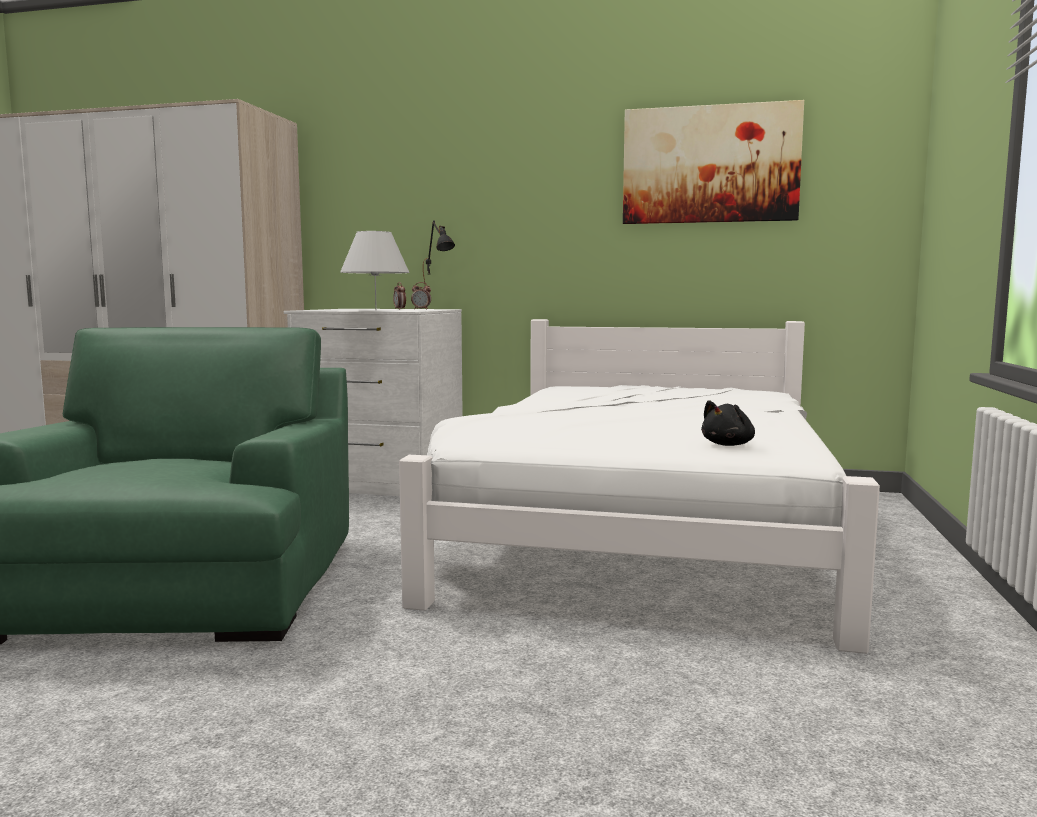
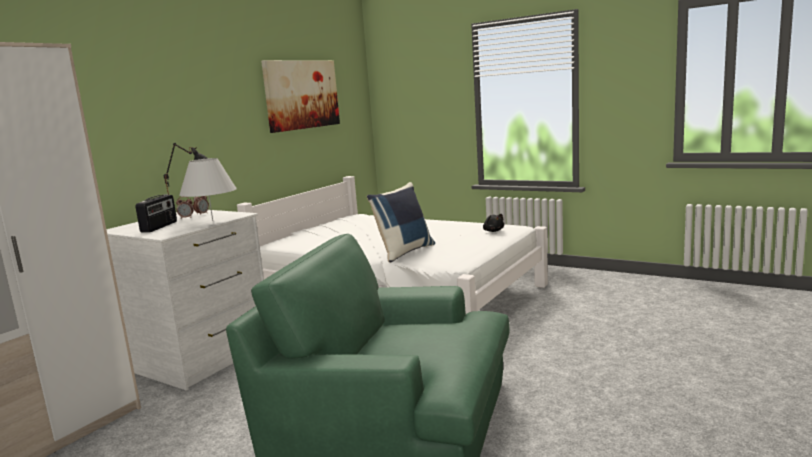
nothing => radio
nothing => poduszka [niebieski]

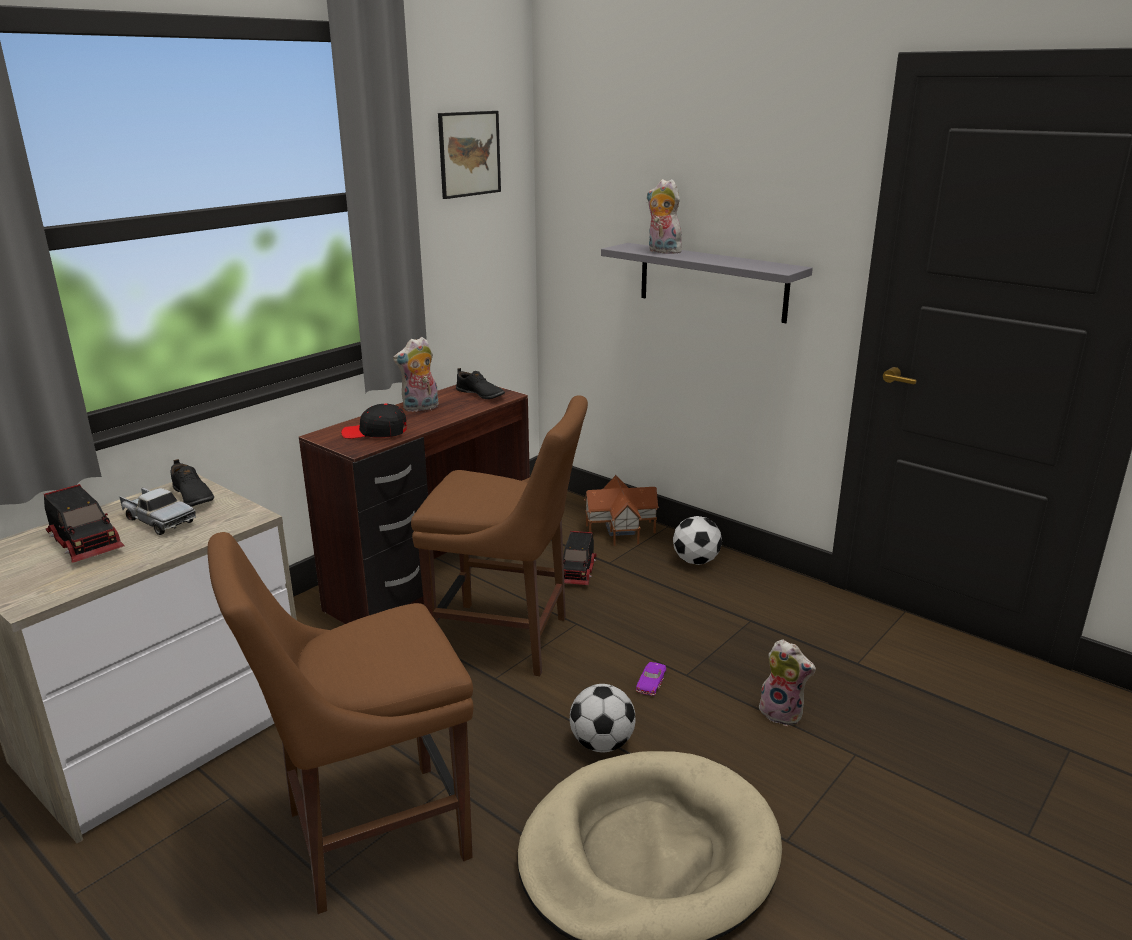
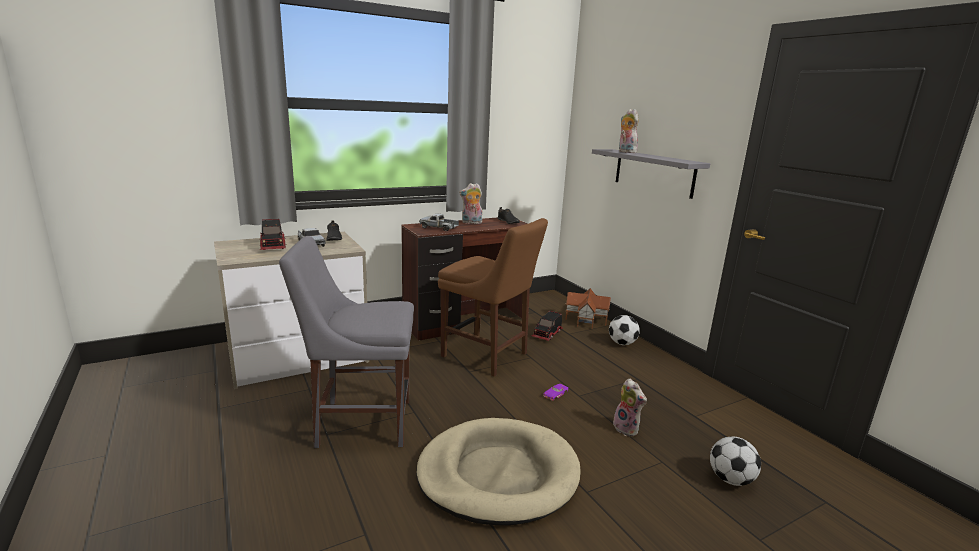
krzesło [brązowy] (1st from left) => krzesło [szary]
czapka z daszkiem [czarny] => ciężarówka zabawkowa (3rd from left)
piłka futbolowa (1st from left in the first image) => piłka futbolowa (2nd from left), moved
obraz => nothing

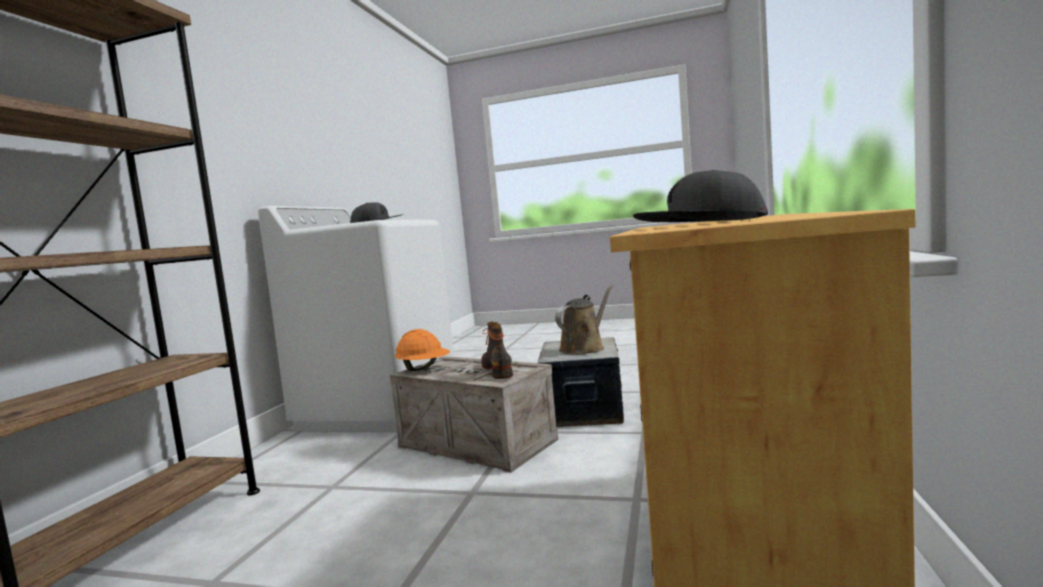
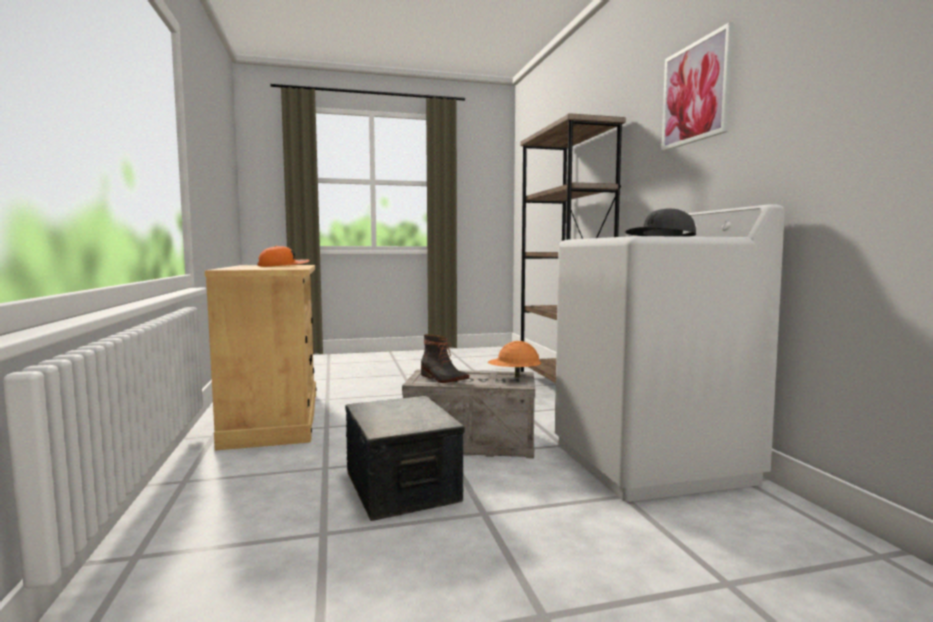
czapka z daszkiem [szary] (2nd from left) => czapka z daszkiem [pomarańczowy]
nothing => obraz
konewka [brązowy] => nothing

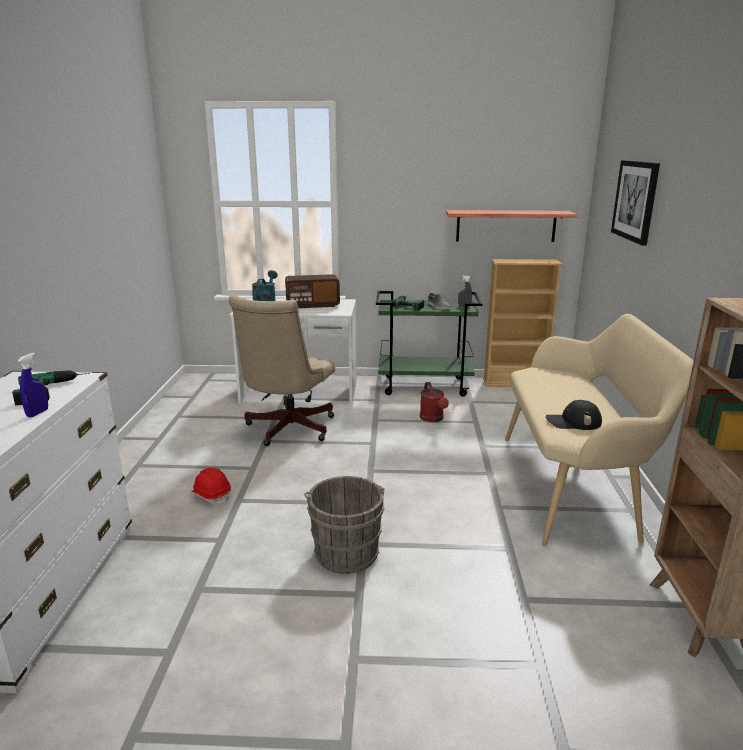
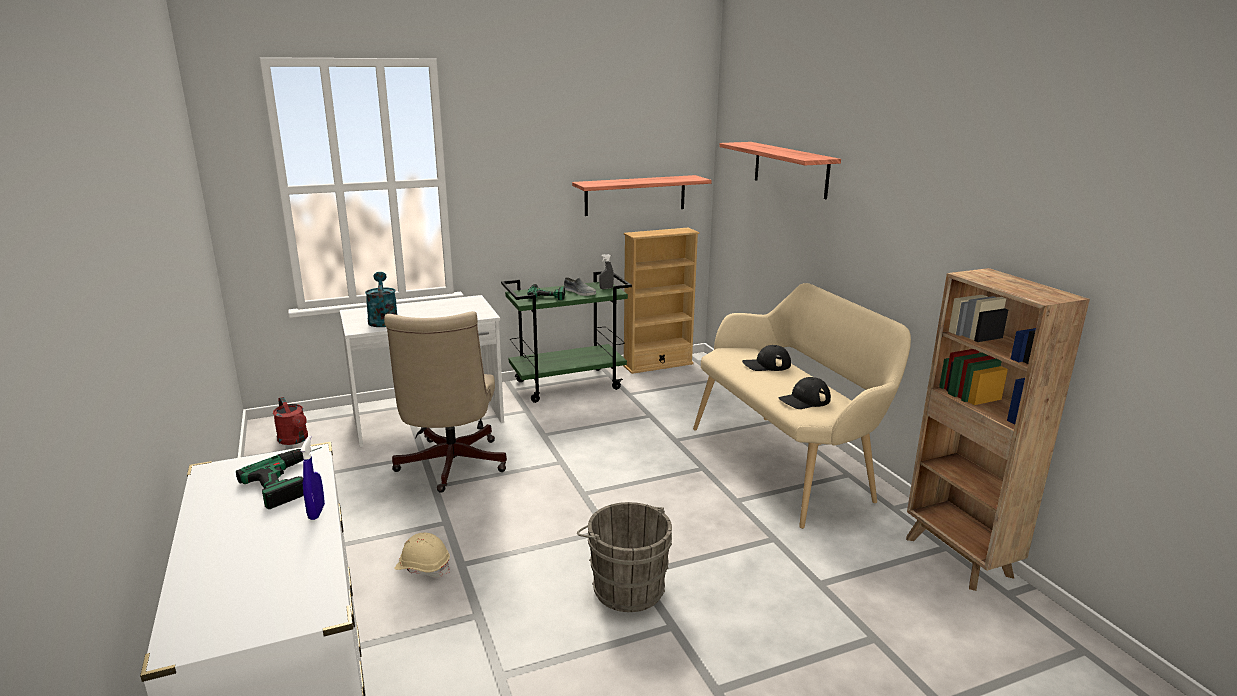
konewka [czerwony], moved
kask [czerwony] => kask [beżowy]
obraz => półka (2nd from left)
nothing => czapka z daszkiem [czarny] (1st from left)
radio => nothing

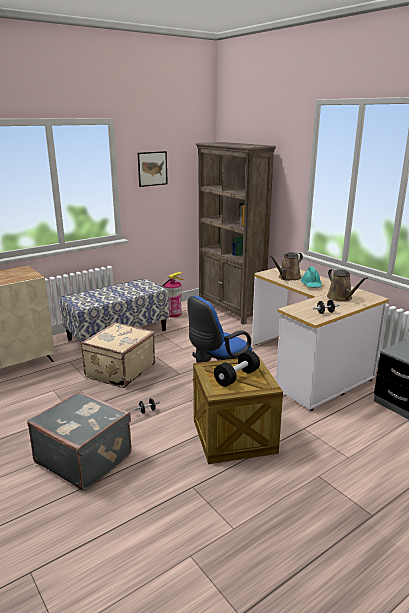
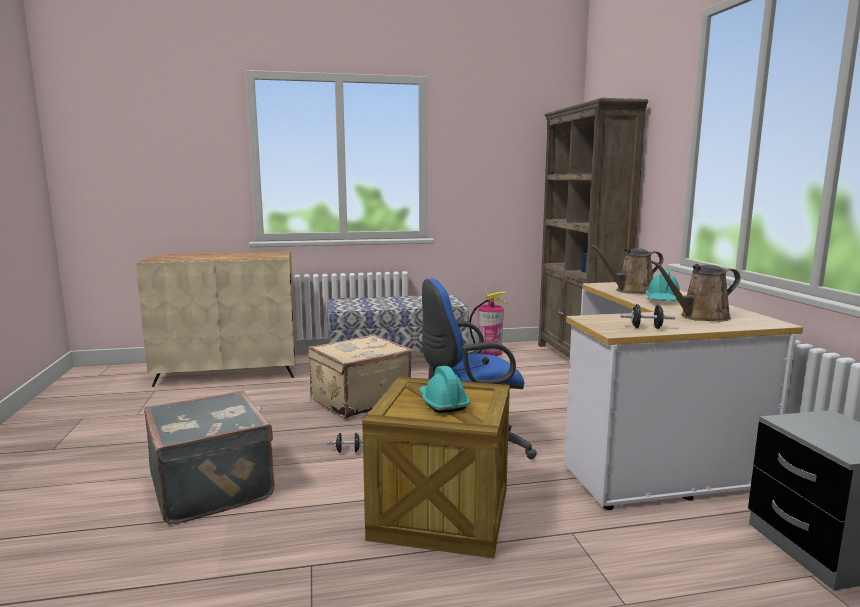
hantel [czarny] (2nd from left) => kask [turkusowy] (1st from left)
konewka [brązowy] (2nd from left), 75 degrees clockwise
obraz => nothing

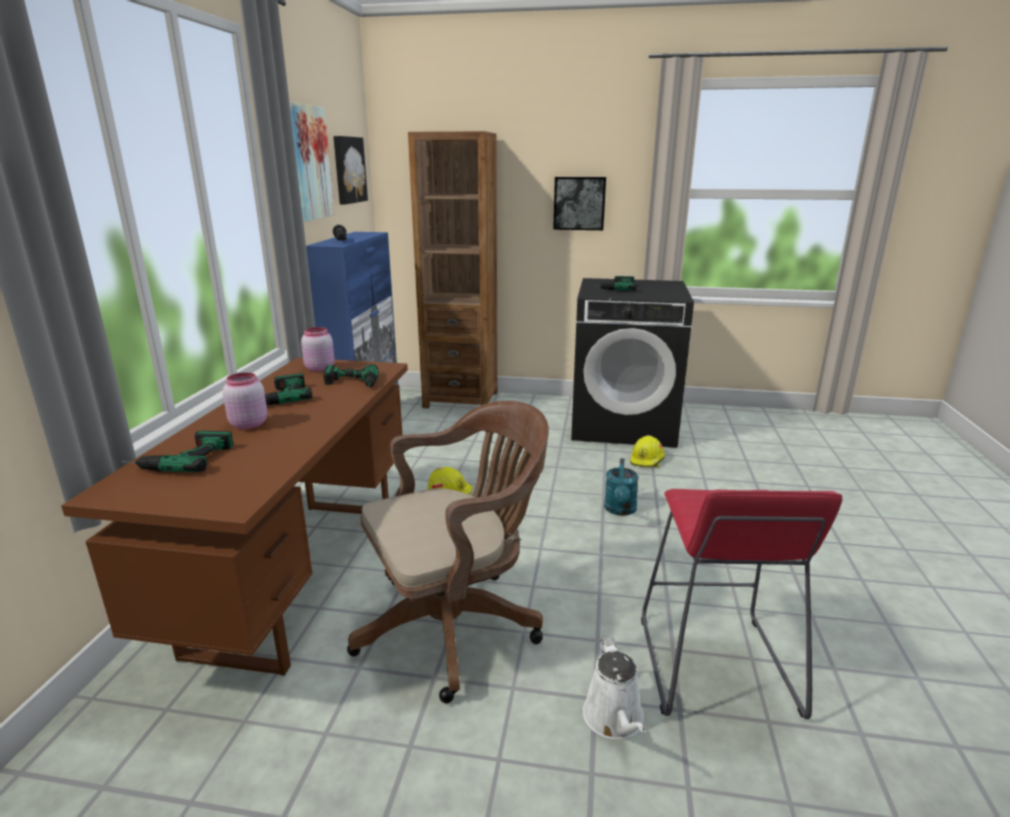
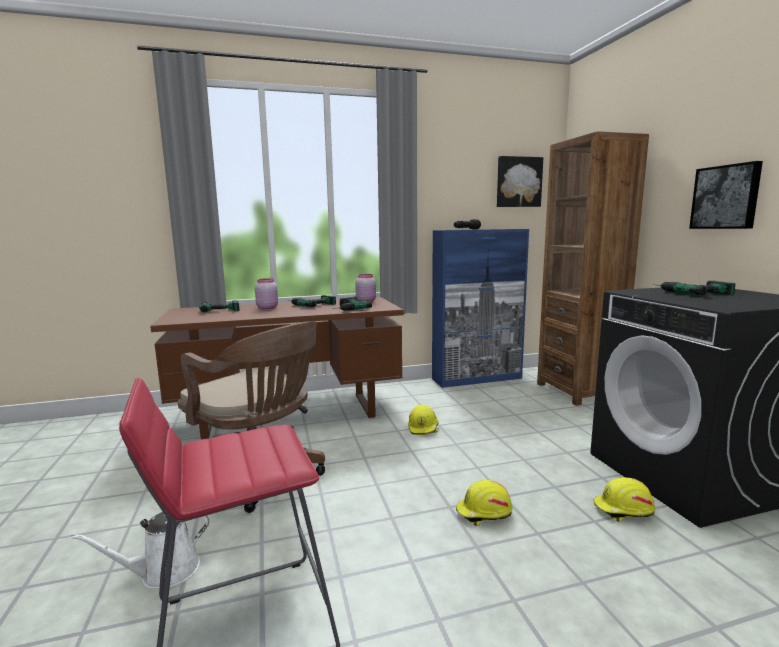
konewka [turkusowy] => kask [żółty] (2nd from left)
obraz (1st from left) => nothing

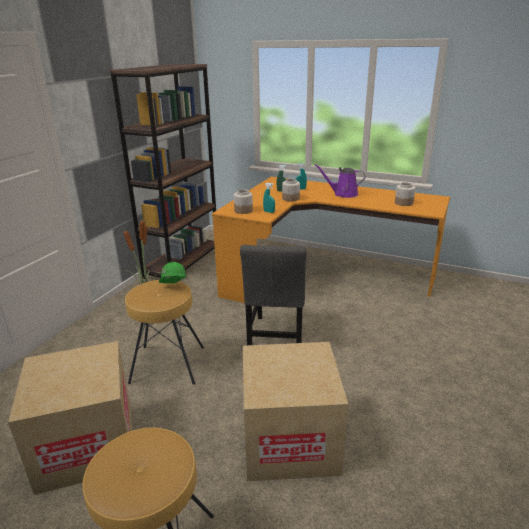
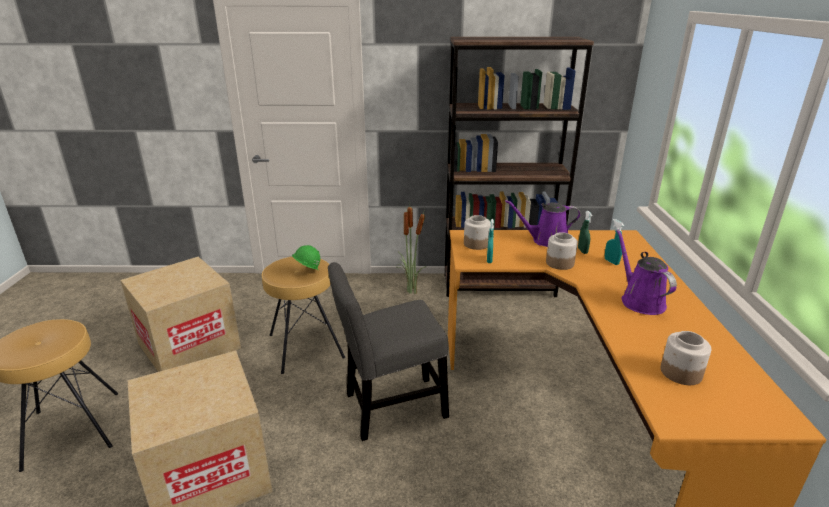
nothing => konewka [fioletowy] (1st from left)

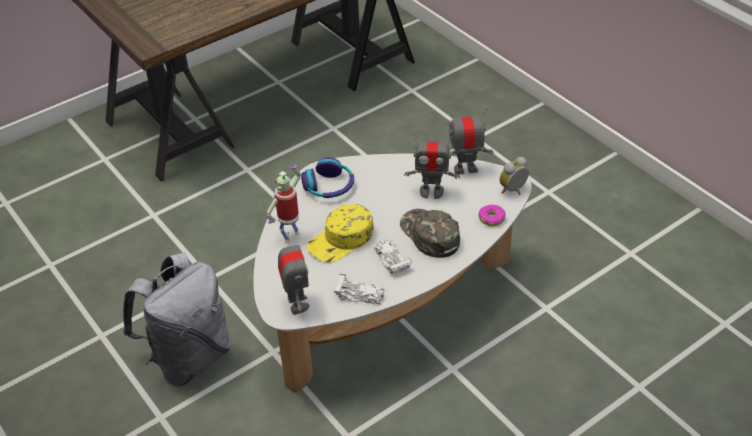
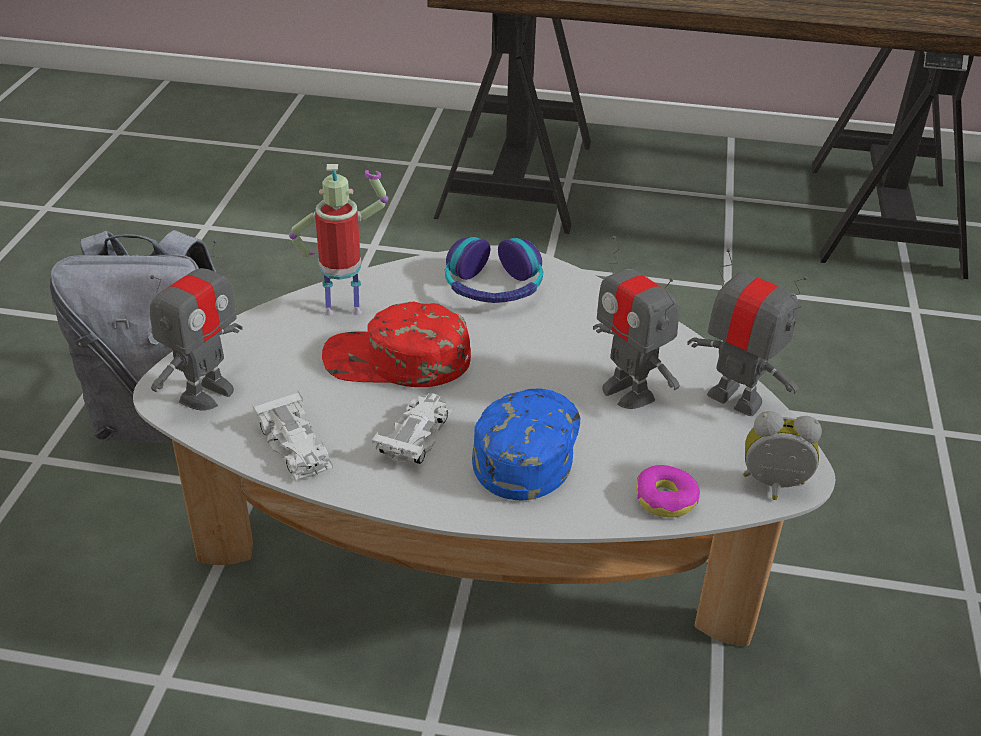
czapka z daszkiem [żółty] => czapka z daszkiem [czerwony]
czapka z daszkiem [zielony] => czapka z daszkiem [niebieski]

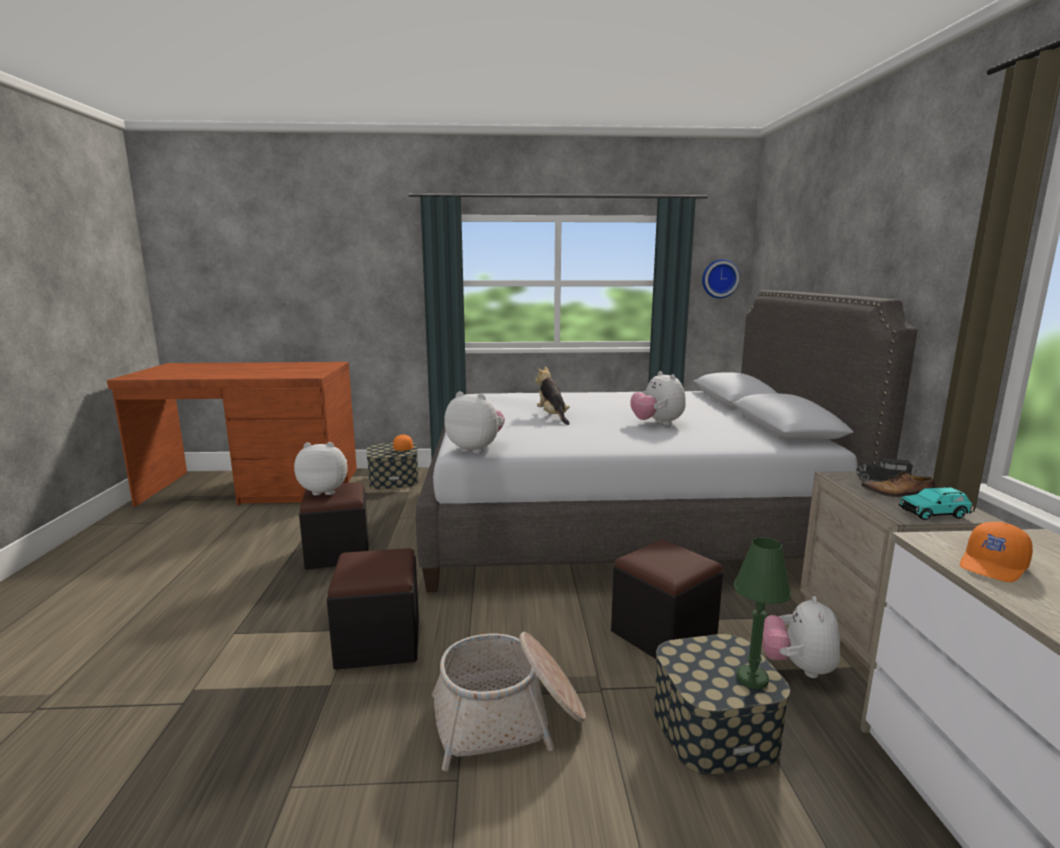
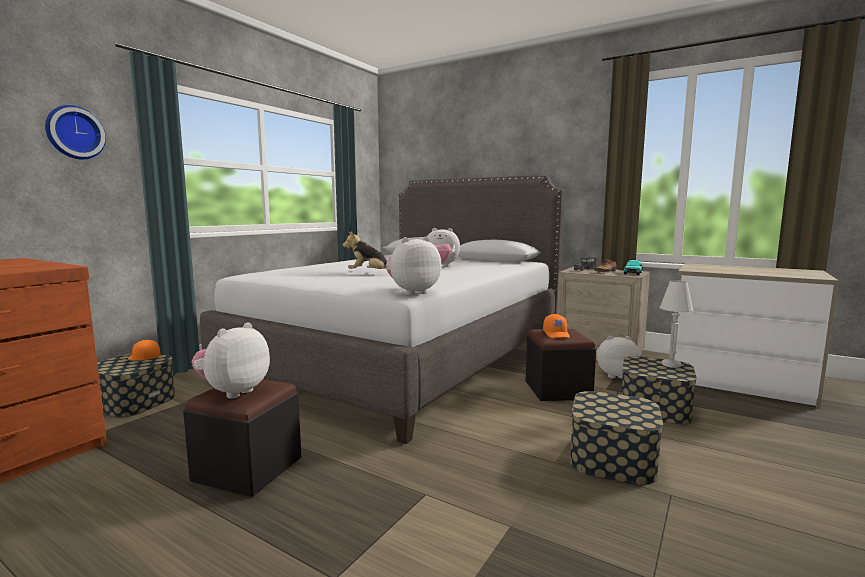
zegar ścienny, moved
czapka z daszkiem [pomarańczowy] (2nd from left), moved
koszyk => pojemnik do przechowywania (2nd from left)
pluszak (5th from left), 135 degrees clockwise
lampa stołowa [zielony] => lampa stołowa [biały]
pufa [czarny] (2nd from left) => nothing

